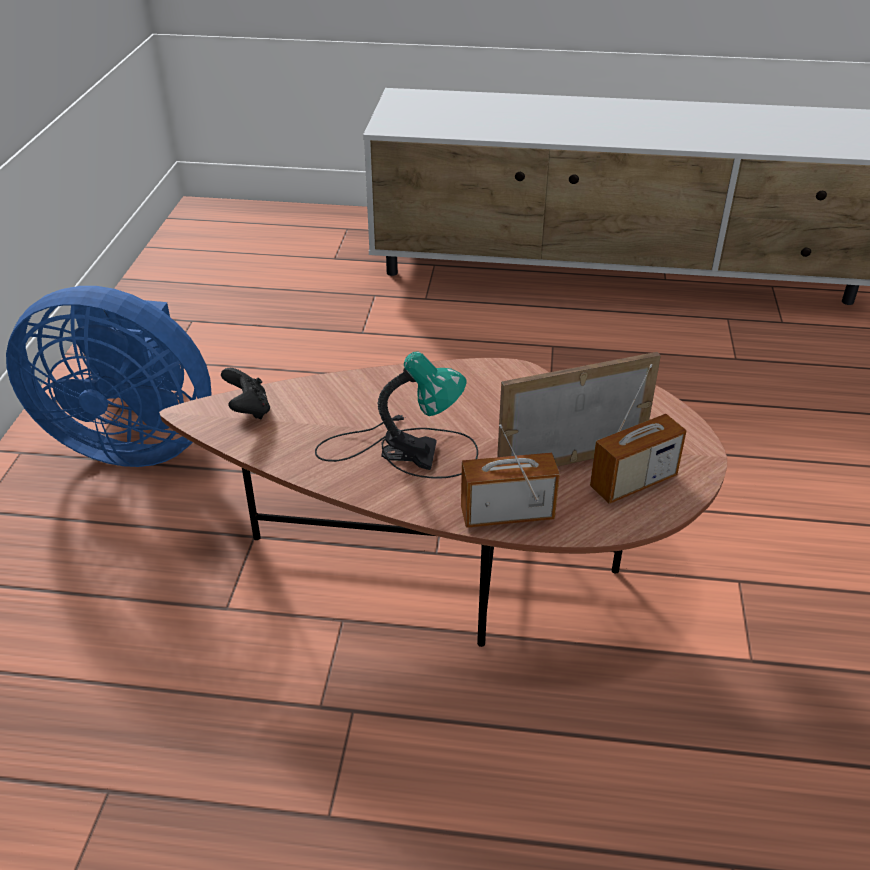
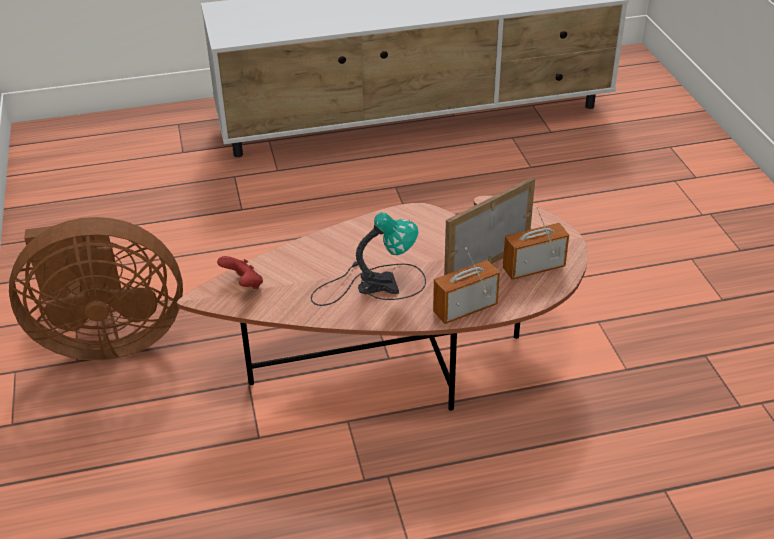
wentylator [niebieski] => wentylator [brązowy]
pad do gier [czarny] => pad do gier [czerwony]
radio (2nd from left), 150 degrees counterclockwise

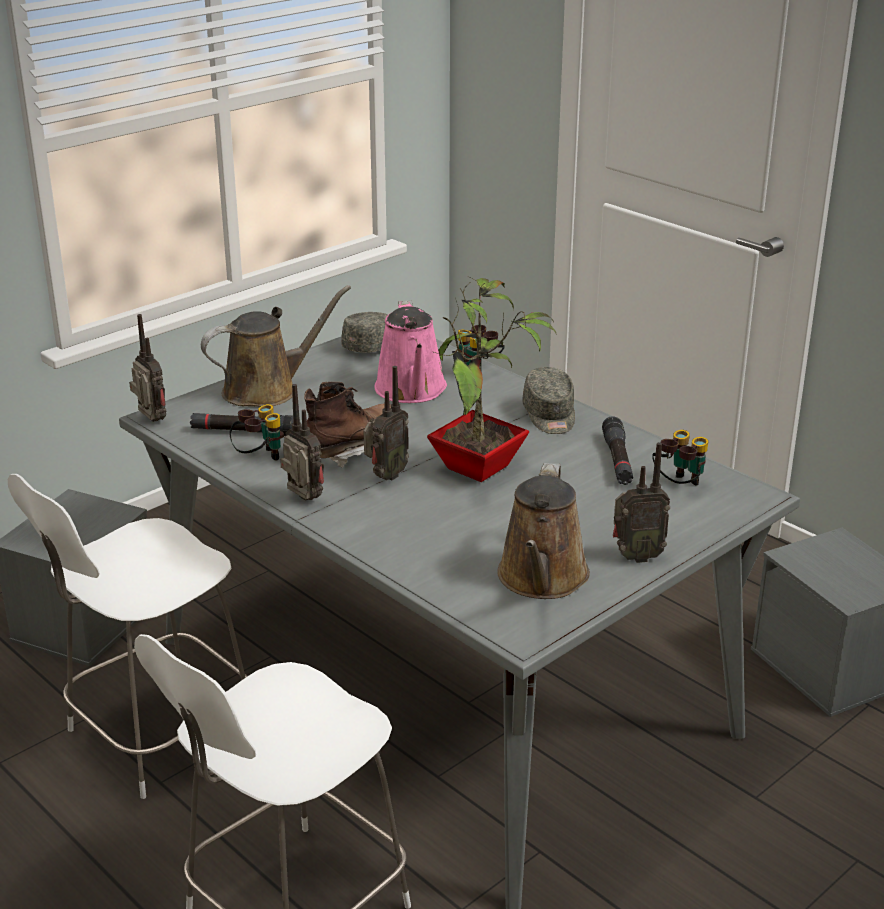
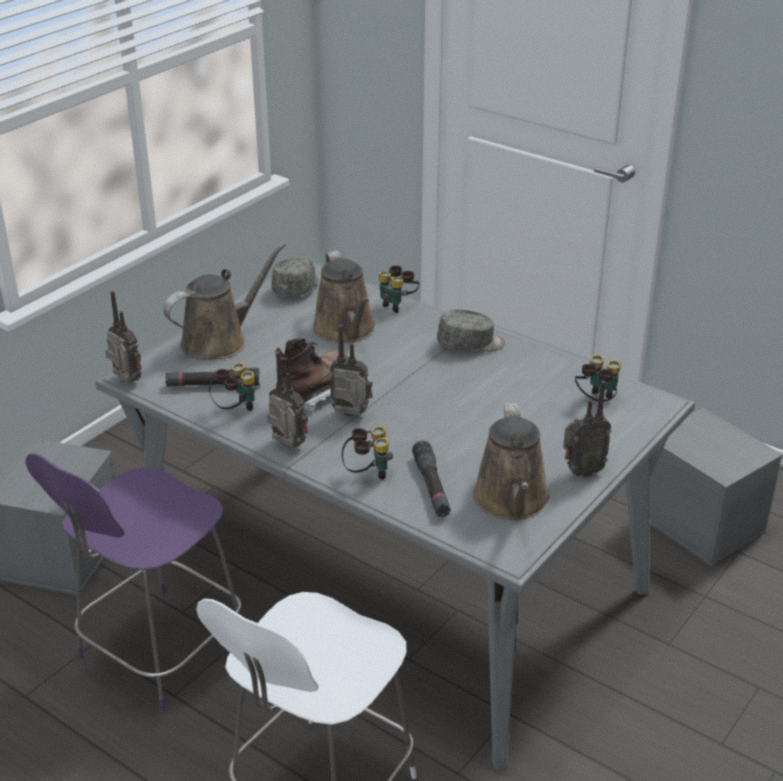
krzesło [biały] (1st from left) => krzesło [fioletowy]
konewka [różowy] => konewka [brązowy] (2nd from left)
radio (3rd from left), 105 degrees counterclockwise
nothing => lornetka (2nd from left)
latarka [czarny] (2nd from left), moved
czapka z daszkiem [szary] (2nd from left), 75 degrees counterclockwise
roślina doniczkowa => nothing

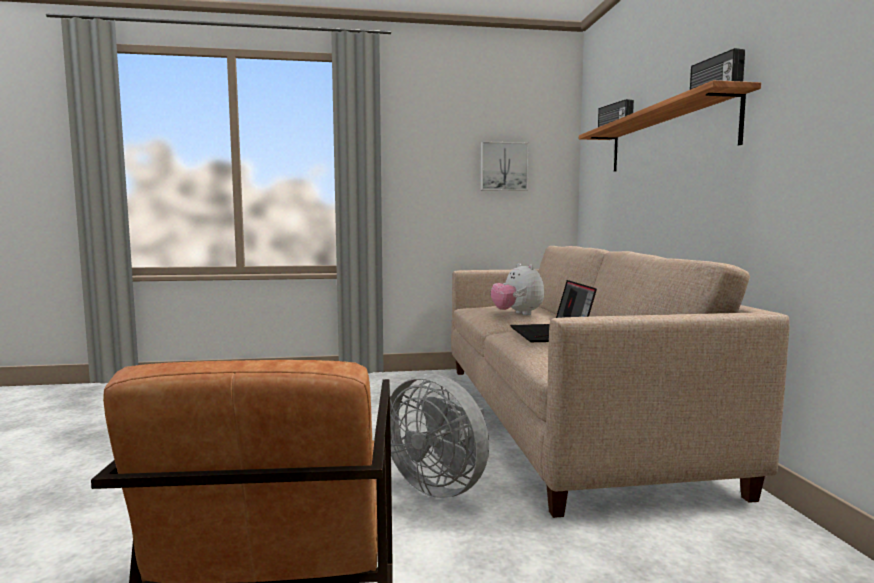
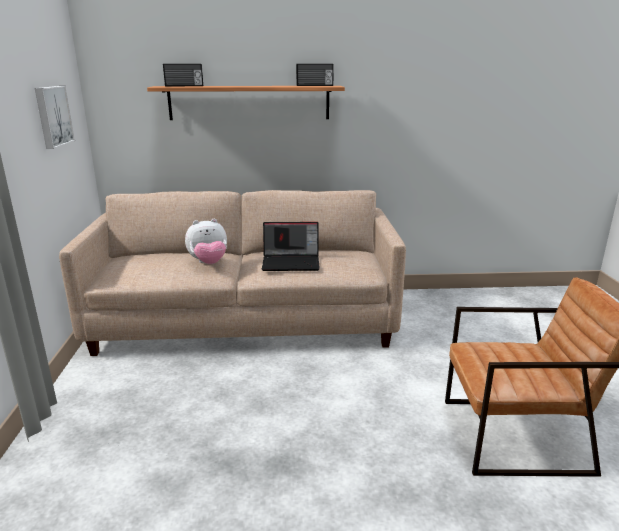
wentylator [szary] => nothing

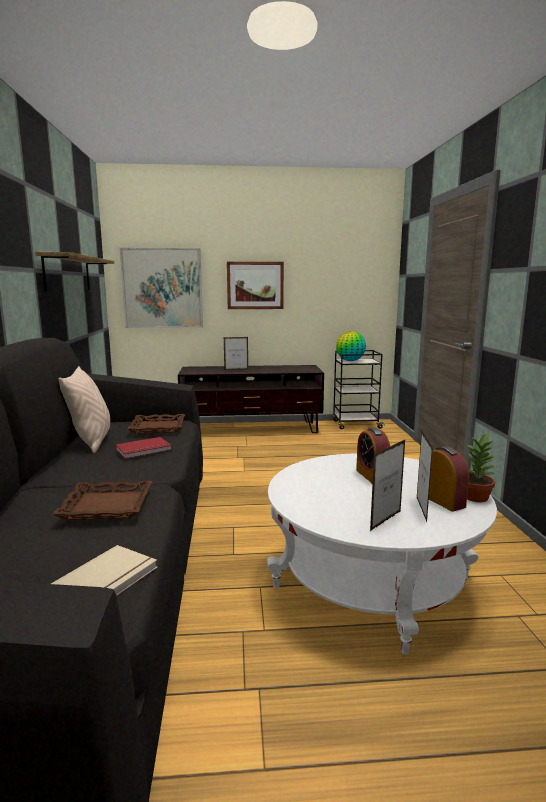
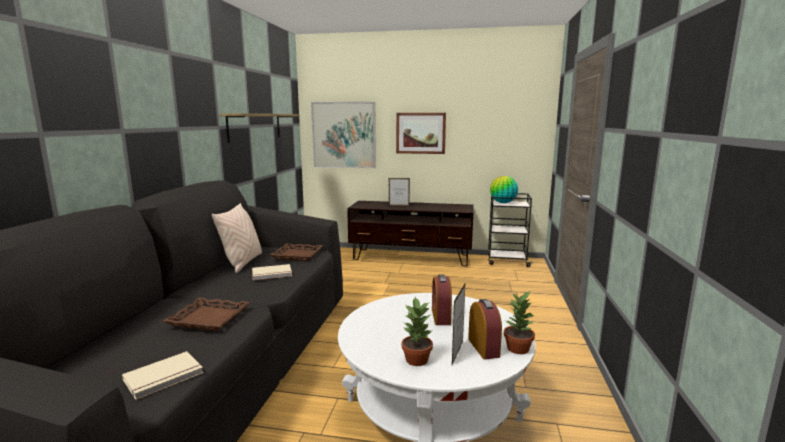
książka [czerwony] => książka [beżowy] (2nd from left)
ramka na zdjęcie (2nd from left) => roślina doniczkowa (1st from left)

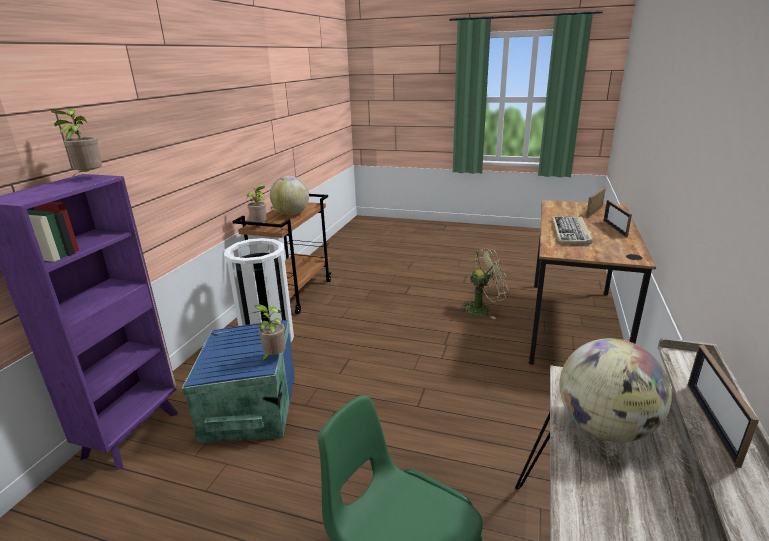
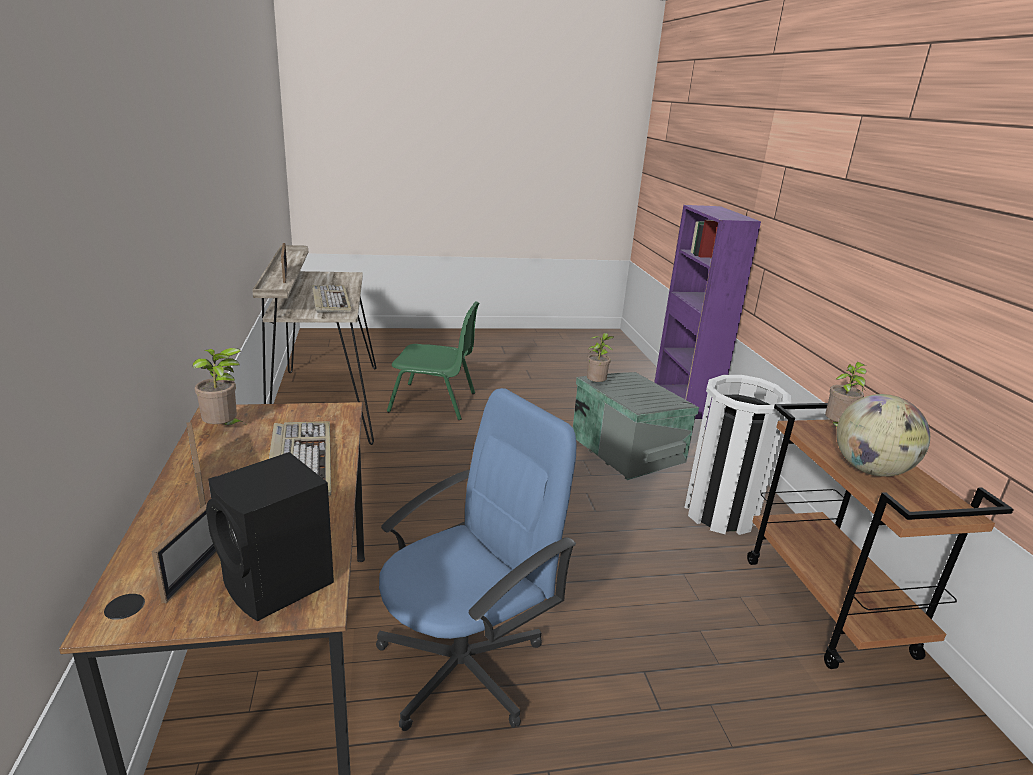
roślina doniczkowa (1st from left), moved
nothing => głośnik [czarny]
globus (2nd from left) => klawiatura (2nd from left)
wentylator [zielony] => krzesło biurowe [niebieski]
pojemnik do przechowywania [niebieski] => pojemnik do przechowywania [szary]

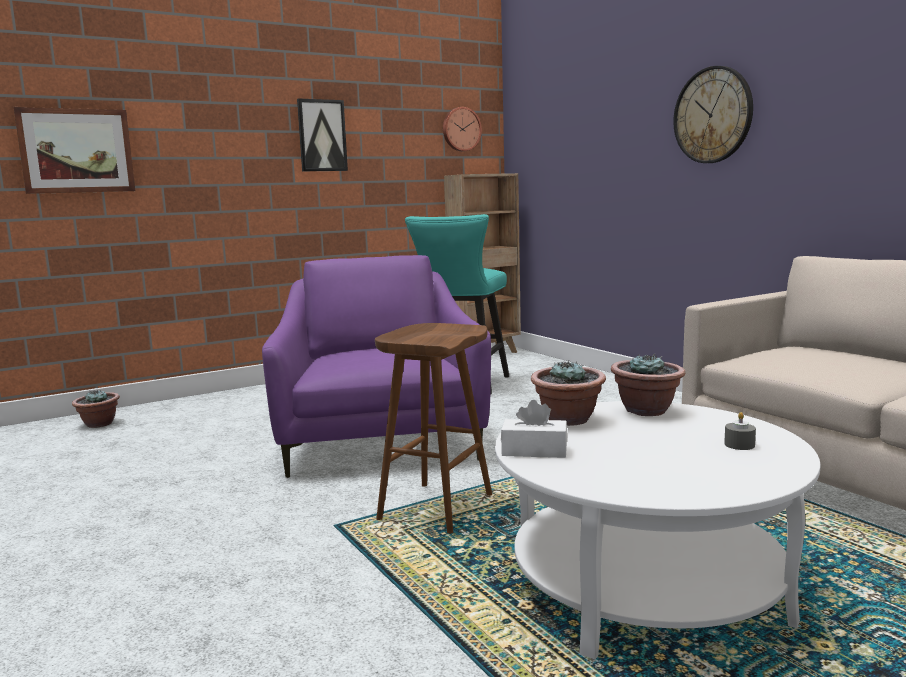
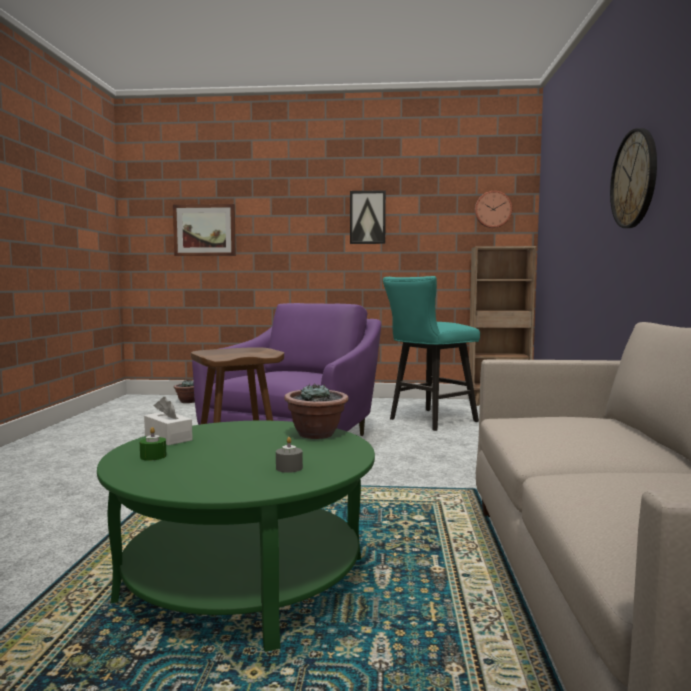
ława [biały] => ława [zielony]
nothing => świeca [zielony]
roślina doniczkowa (2nd from left) => nothing

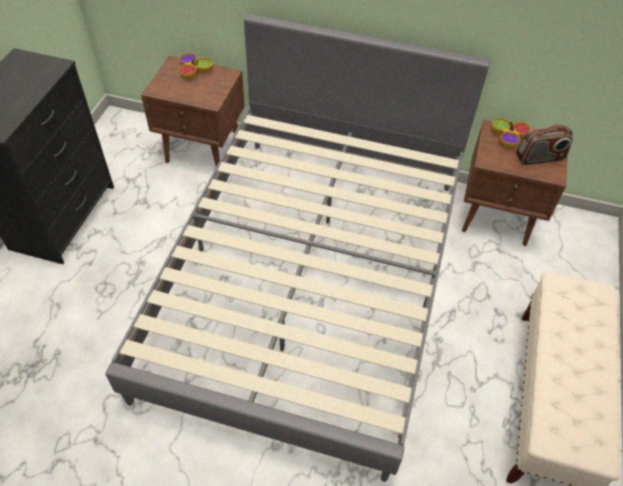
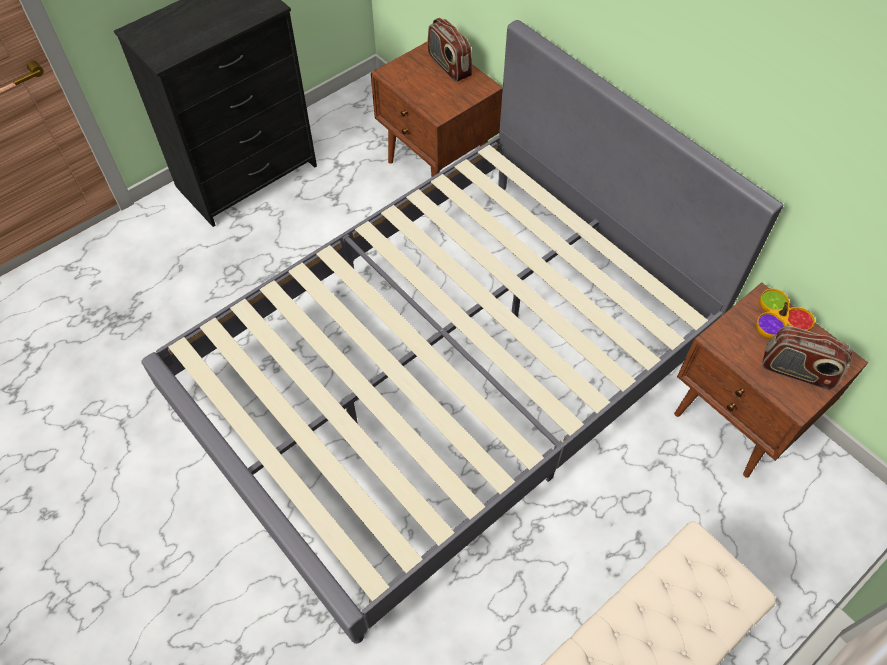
miska (1st from left) => radio (1st from left)

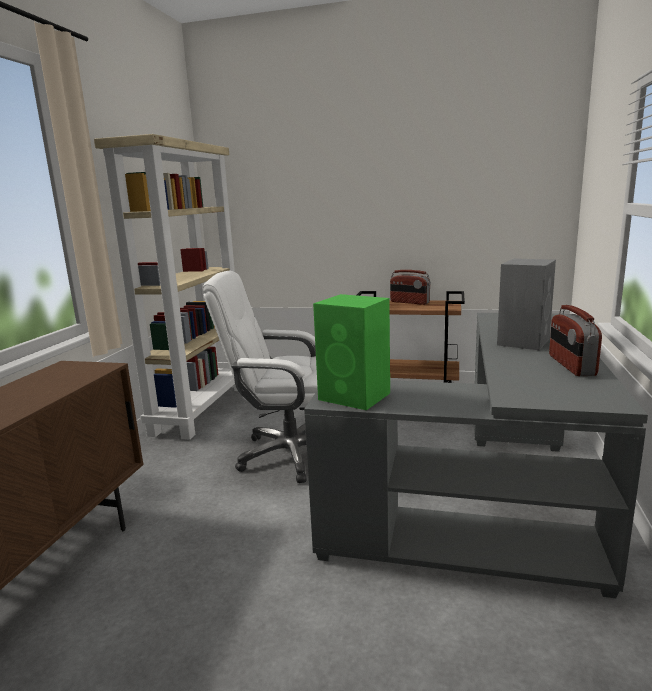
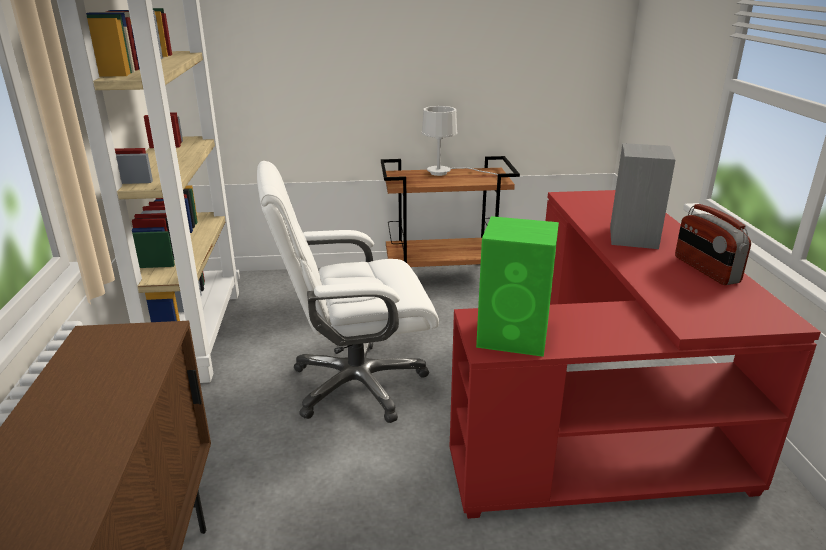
radio (1st from left) => lampa stołowa [biały]
biurko [szary] => biurko [czerwony]

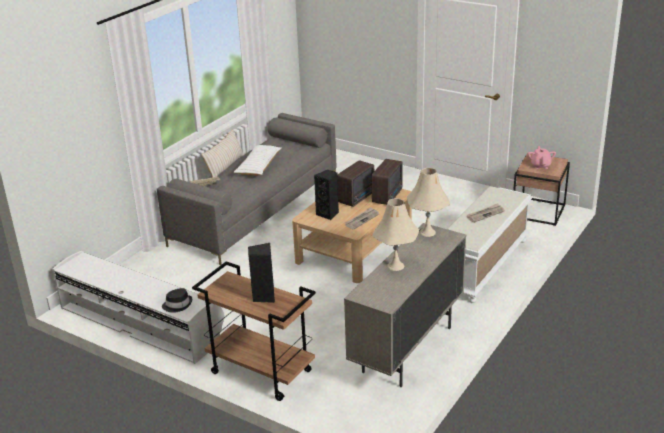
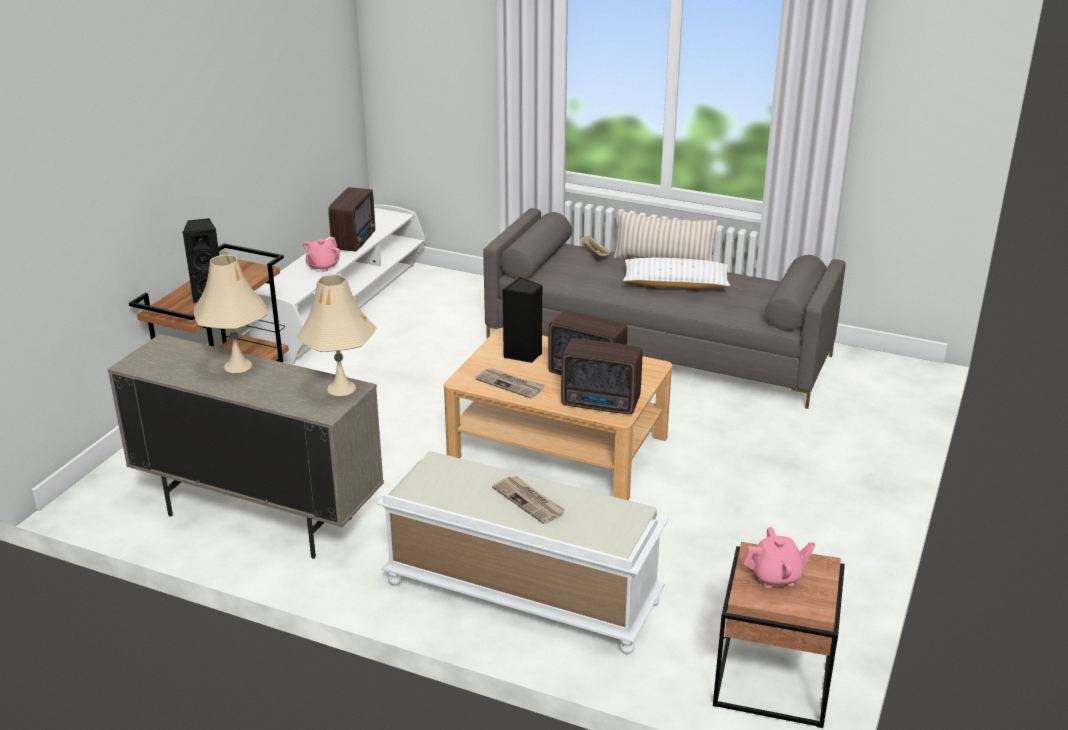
nothing => imbryk [różowy] (1st from left)
nothing => radio (1st from left)
kapelusz [czarny] => nothing

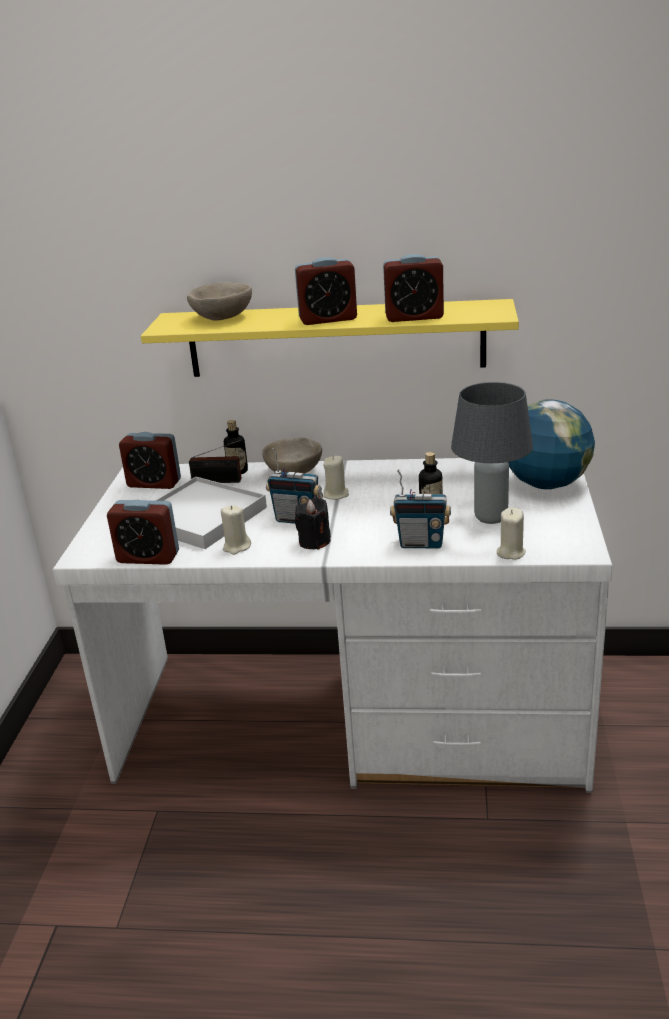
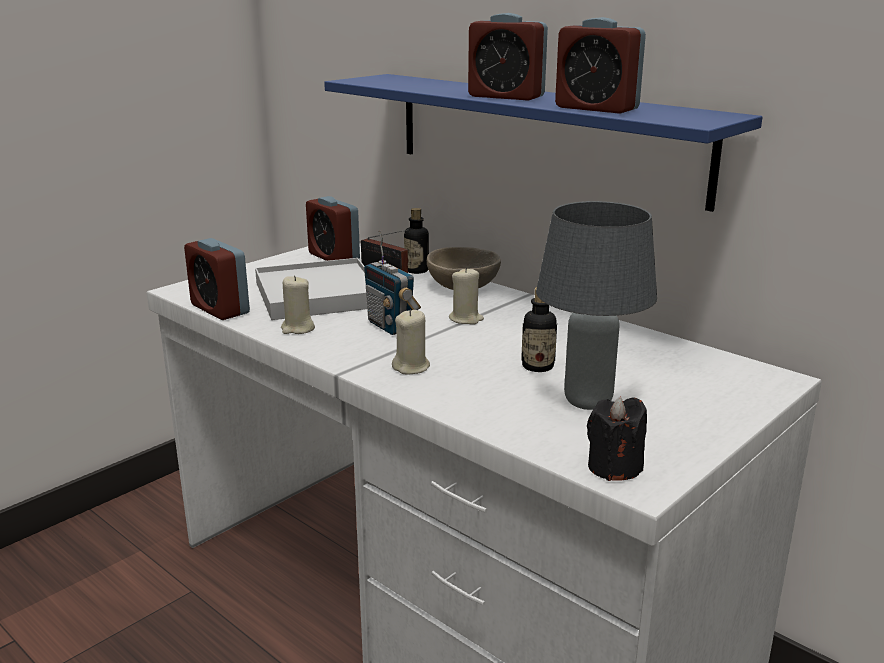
półka [żółty] => półka [niebieski]
świeca [beżowy] (3rd from left in the first image) => świeca [beżowy] (2nd from left), moved
świeca [czarny], moved
miska [beżowy] (1st from left) => nothing
radio (3rd from left) => nothing
globus => nothing

